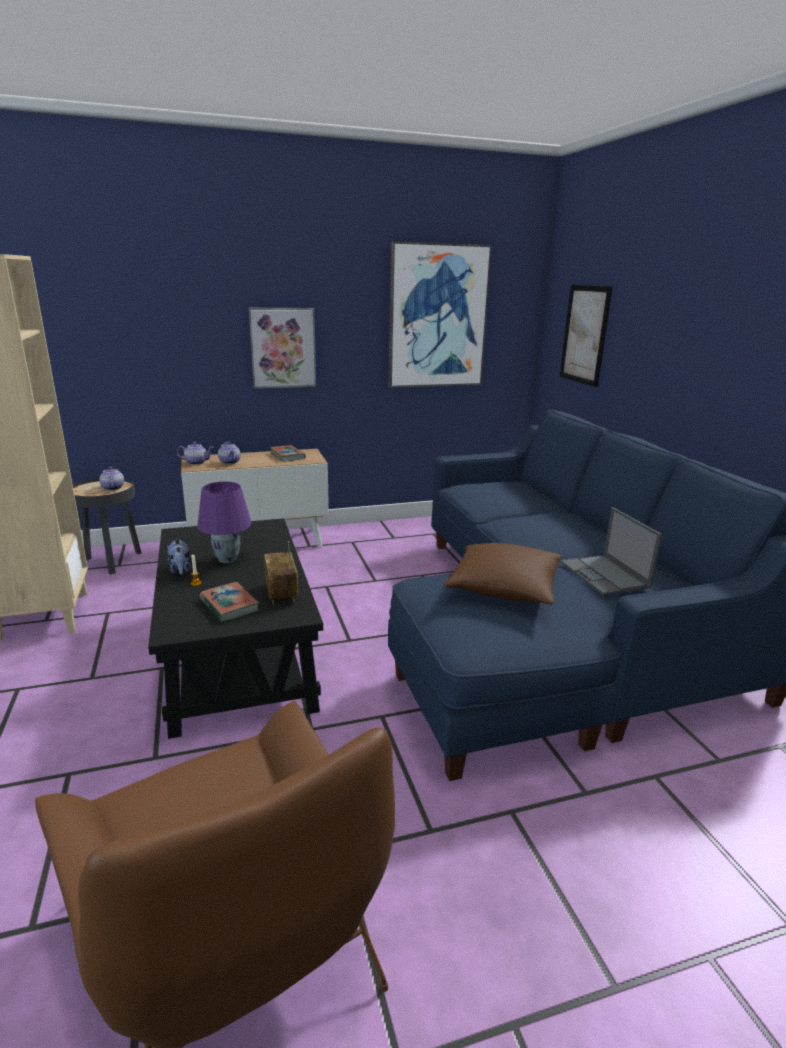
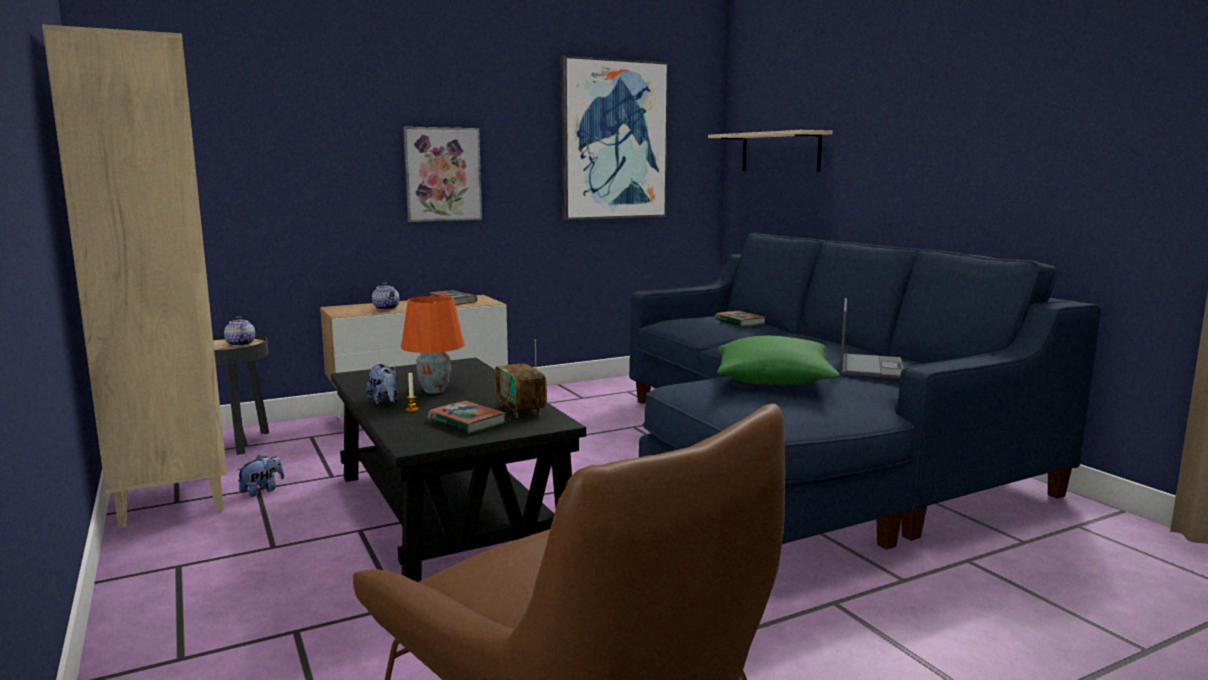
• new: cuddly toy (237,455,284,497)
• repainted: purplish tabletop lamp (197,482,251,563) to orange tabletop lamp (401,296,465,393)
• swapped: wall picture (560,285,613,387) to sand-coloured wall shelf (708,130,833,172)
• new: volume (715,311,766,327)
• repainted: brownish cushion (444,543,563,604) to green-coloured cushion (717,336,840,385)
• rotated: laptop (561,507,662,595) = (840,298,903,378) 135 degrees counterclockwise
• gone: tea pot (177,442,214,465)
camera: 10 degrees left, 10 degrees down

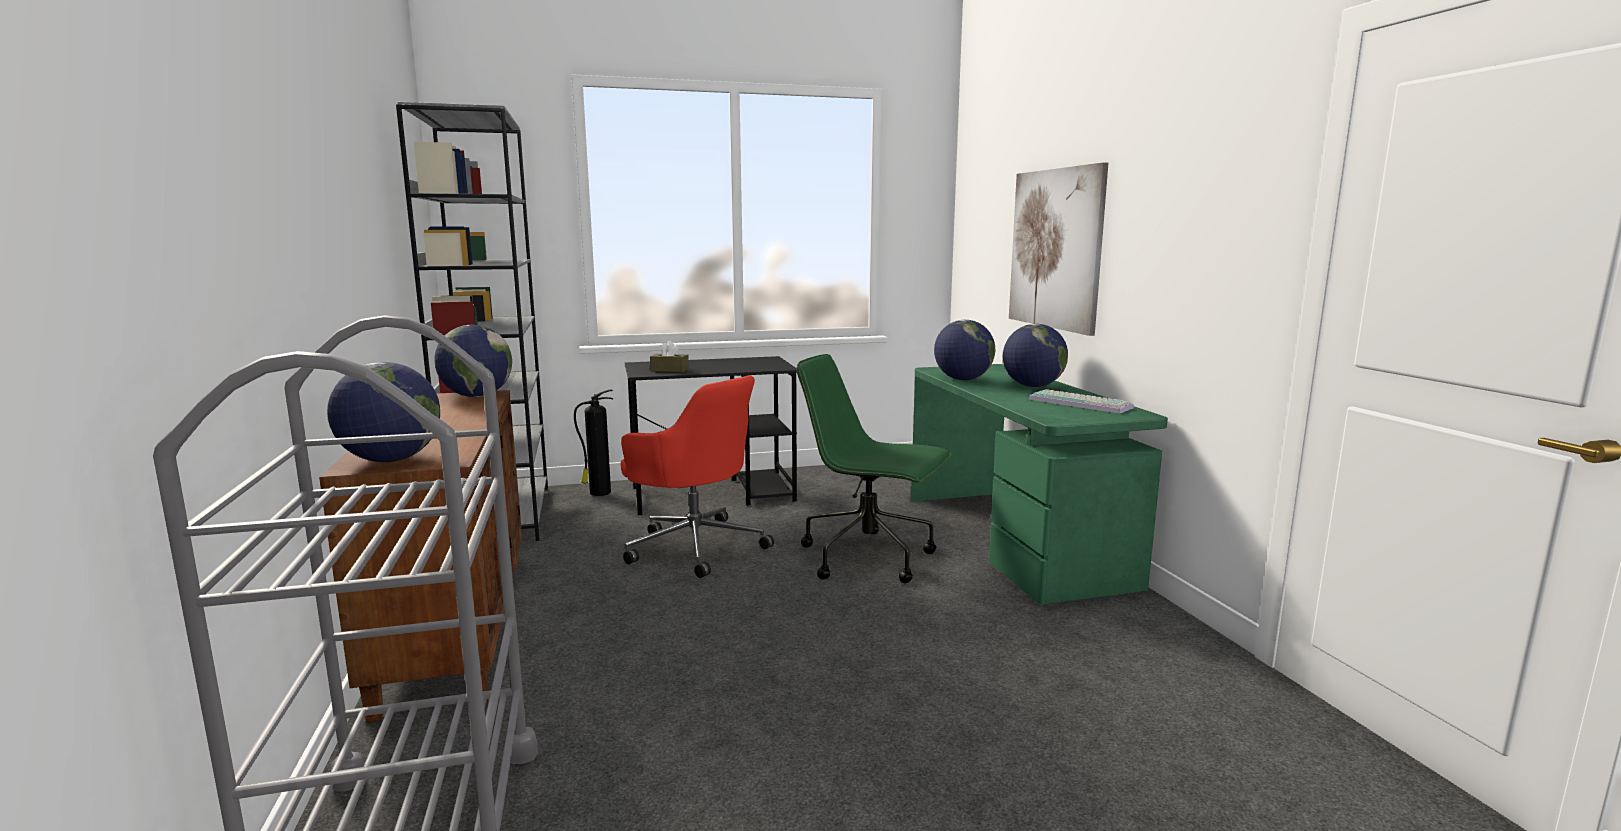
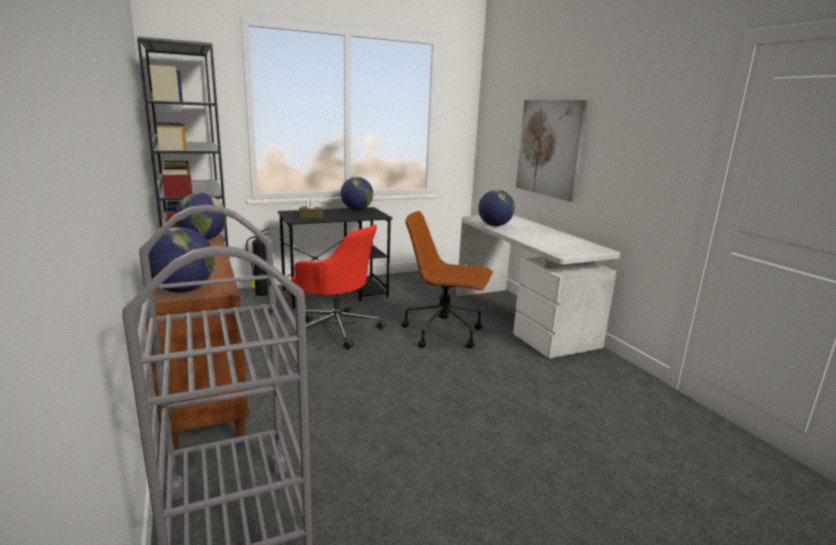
• shifted: desk globe (1003,324,1068,387) to (340,177,373,210)
• repainted: green-coloured office chair (796,354,952,583) to brownish office chair (401,211,493,348)
• repainted: green-coloured desk (911,364,1168,604) to white-coloured desk (456,215,620,359)
• gone: PC keyboard (1028,389,1134,414)
camera: 10 degrees left, 5 degrees up

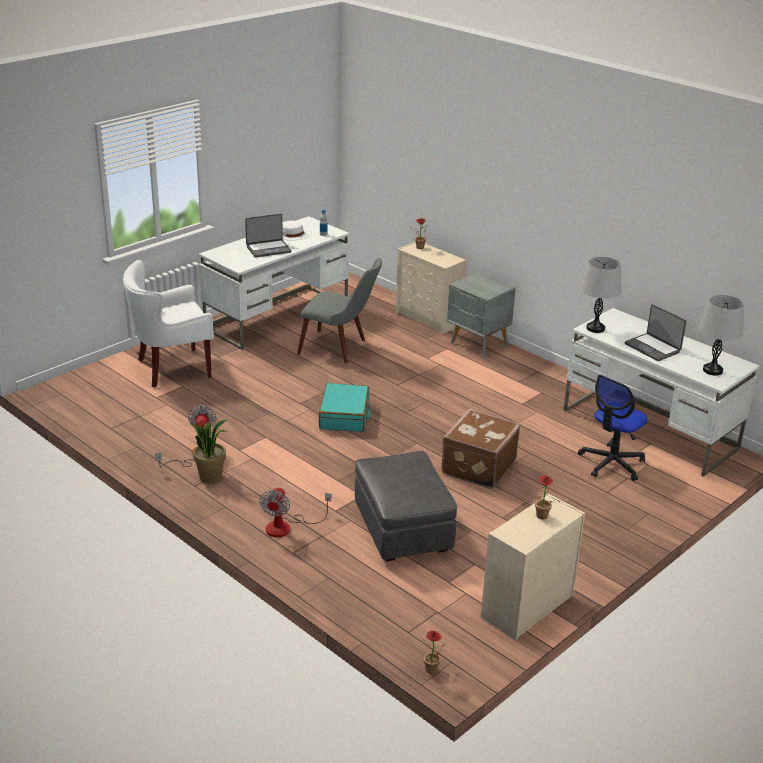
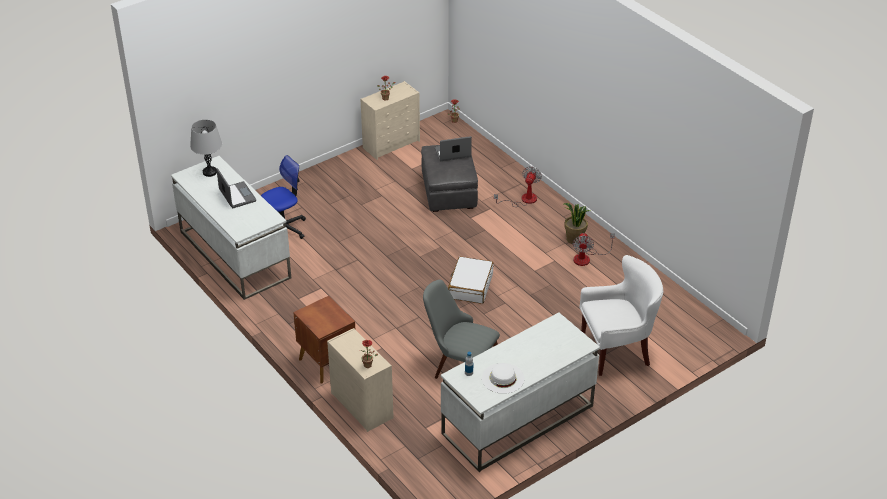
• repainted: grey bedside table (447,272,516,358) to brownish bedside table (293,296,355,383)
• shifted: laptop (245,214,291,258) to (435,136,472,161)
• repainted: blue-green piece of luggage (319,383,370,432) to white-coloured piece of luggage (448,257,494,304)
• gone: brownish piece of luggage (441,409,521,489)
• gone: grey tabletop lamp (581,257,622,333)
camera: 170 degrees left, 10 degrees up

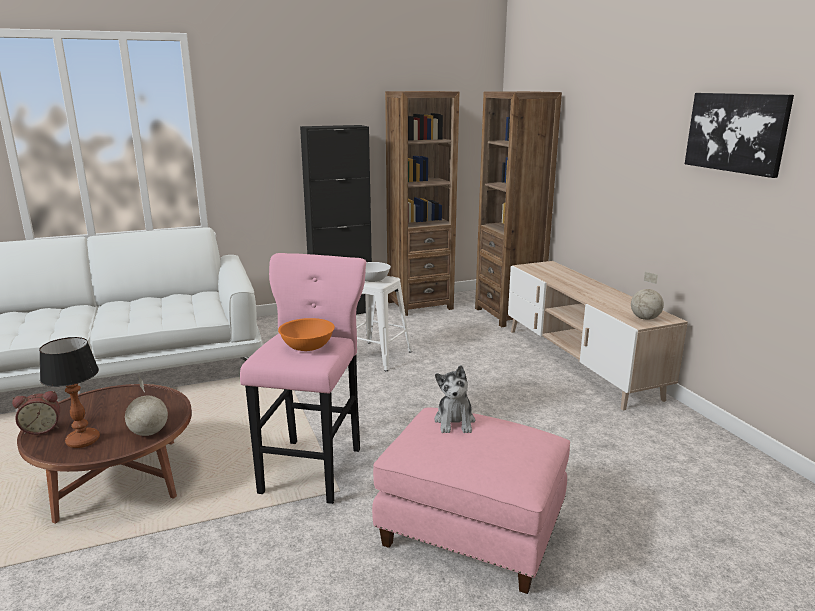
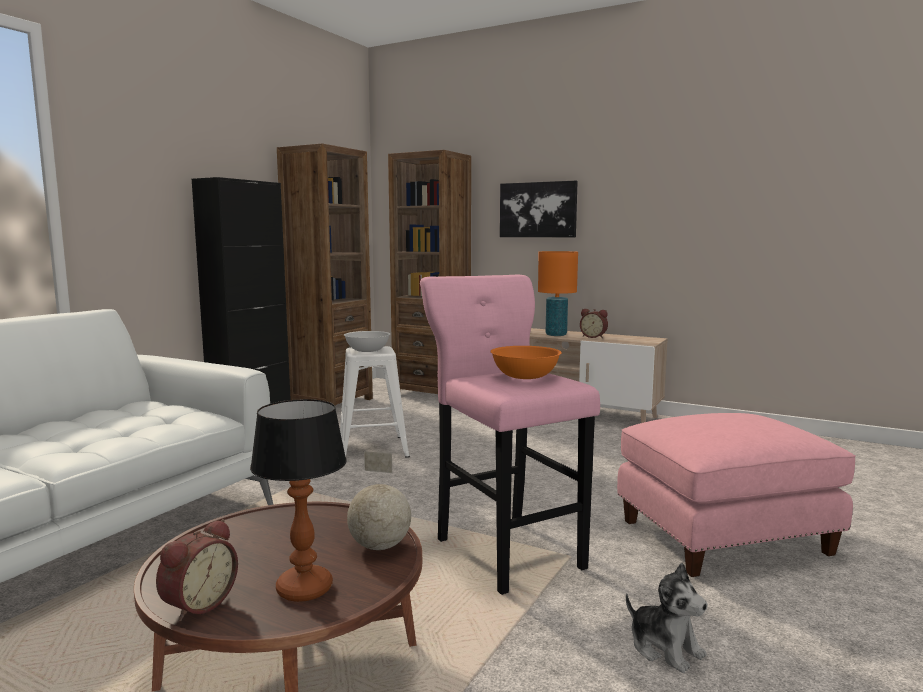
• shifted: wall picture (685,93,794,178) to (500,181,578,237)
• new: orange tabletop lamp (538,251,578,336)
• new: bedside clock (580,309,608,338)
• shifted: cuddly toy (434,365,475,433) to (626,563,708,673)
• gone: desk globe (631,272,664,320)
camera: 40 degrees left, 10 degrees down

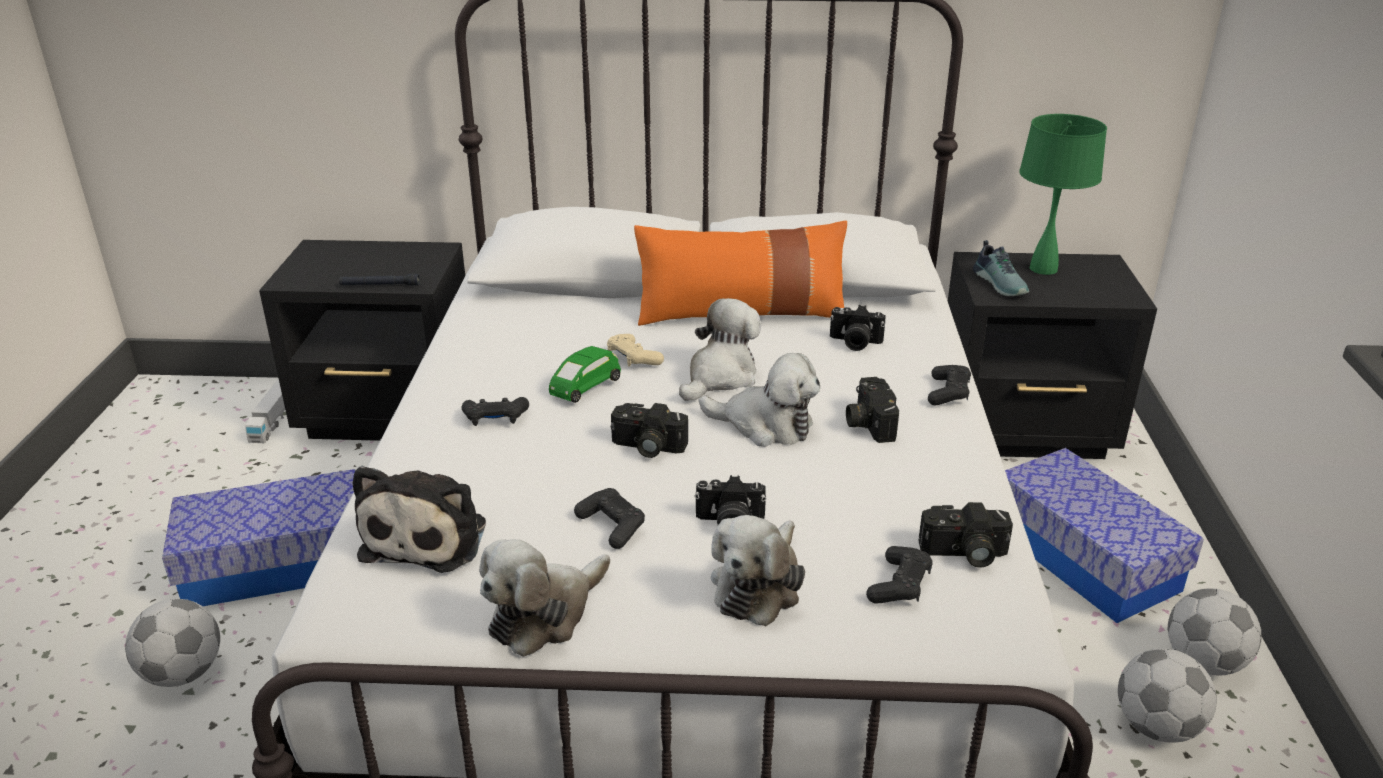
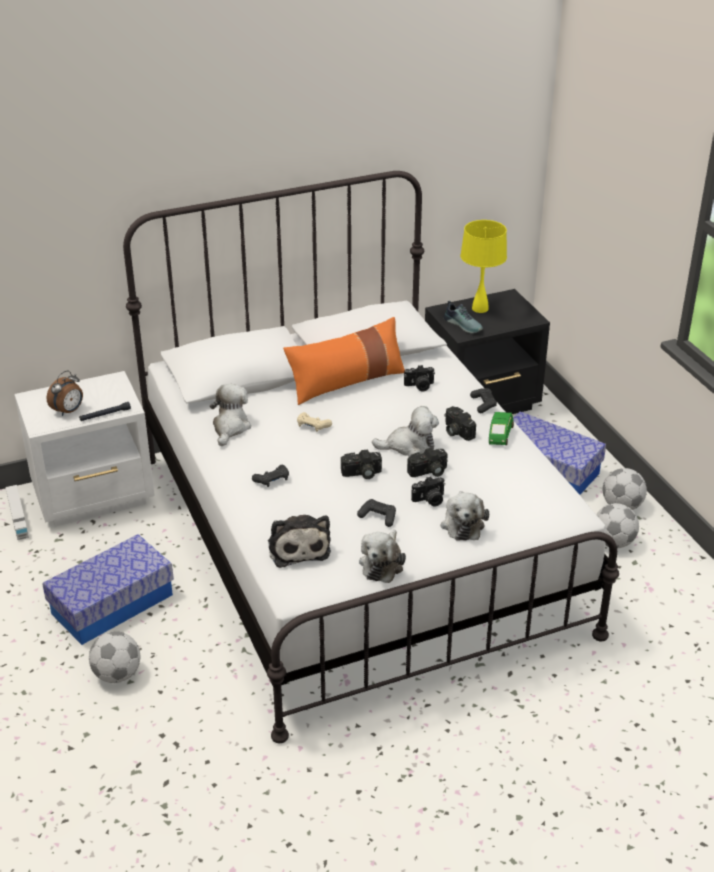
• repainted: black bedside table (259,240,465,441) to white-coloured bedside table (14,371,155,526)
• new: bedside clock (47,371,83,416)
• shifted: cuddly toy (679,298,761,401) to (210,384,251,446)
• shifted: still camera (918,502,1013,568) to (407,447,448,477)
• repainted: green-coloured tabletop lamp (1019,114,1107,275) to yellowish tabletop lamp (460,220,507,313)
• shifted: green-coloured model car (549,346,621,403) to (489,412,514,445)
• gone: black game controller (866,546,933,604)
camera: 25 degrees left, 5 degrees up

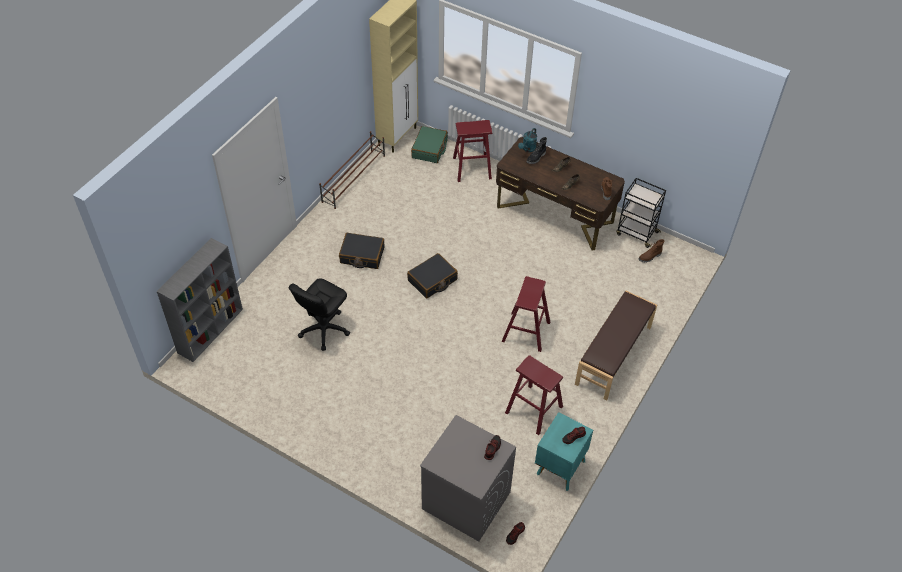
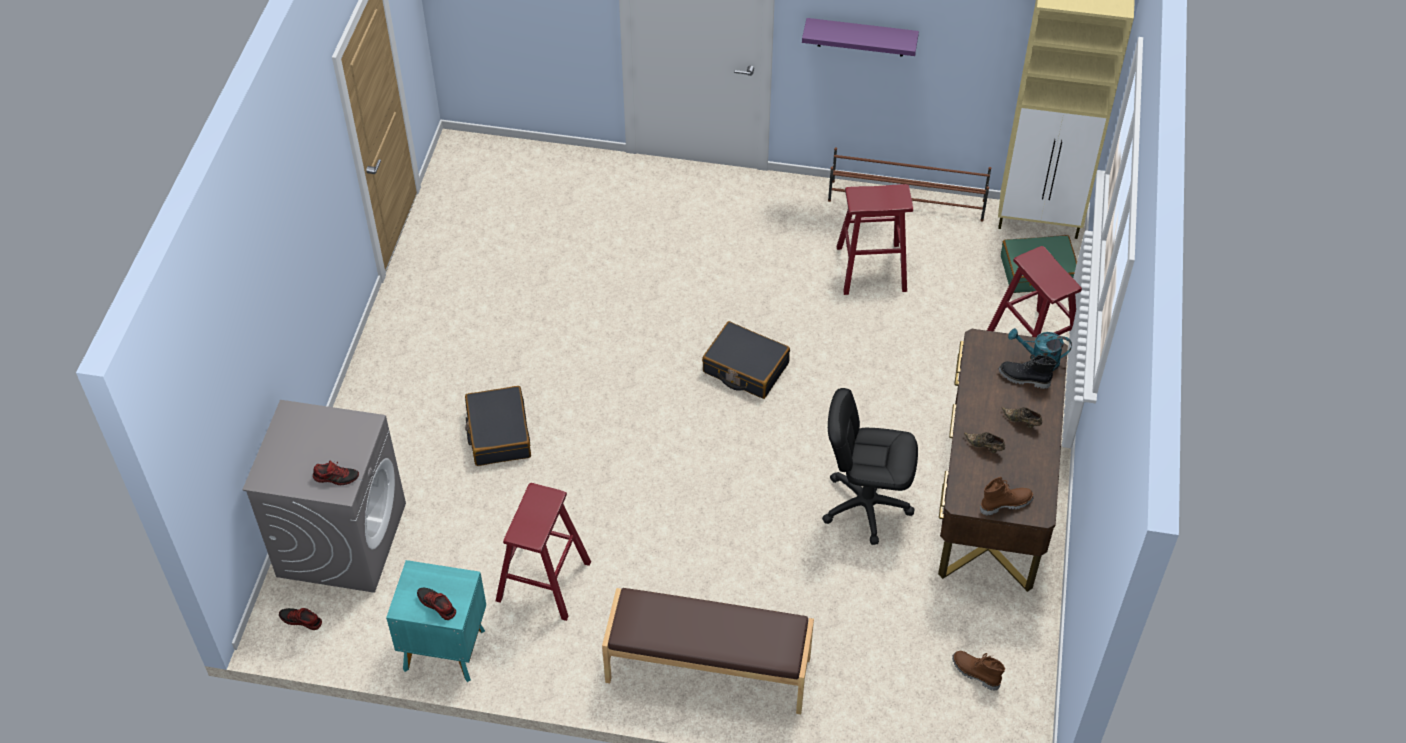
• shifted: black piece of luggage (339,233,385,269) to (465,386,531,466)
• new: purplish wall shelf (802,18,919,57)
• shifted: black office chair (289,278,350,351) to (822,388,918,545)
• shifted: red-coloured stool (502,276,550,352) to (837,184,913,295)
• gone: grey shelving unit (157,238,243,362)
• gone: black trolley (616,178,666,248)
camera: 70 degrees right, 0 degrees up

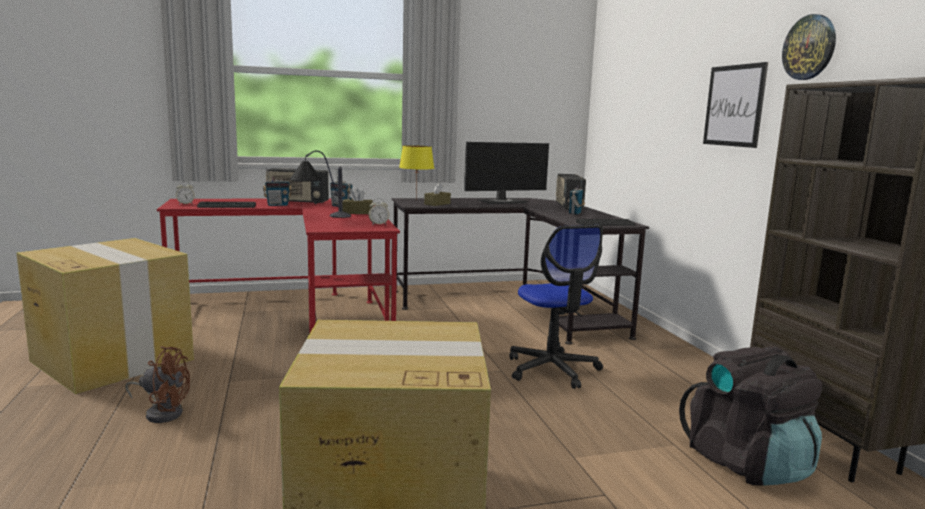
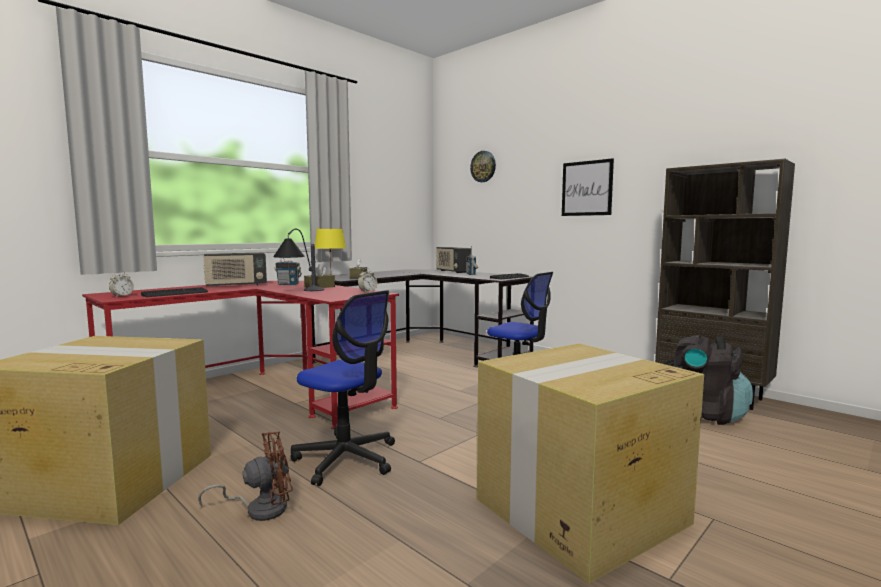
• new: office chair (290,290,395,486)
• shifted: wall clock (782,14,836,80) to (470,151,496,182)
• gone: radio (263,168,292,206)
• gone: monitor (464,142,549,204)
camera: 30 degrees left, 5 degrees down

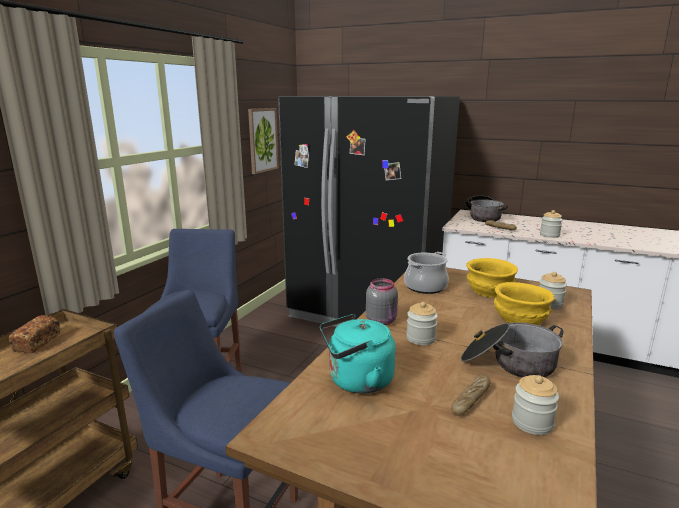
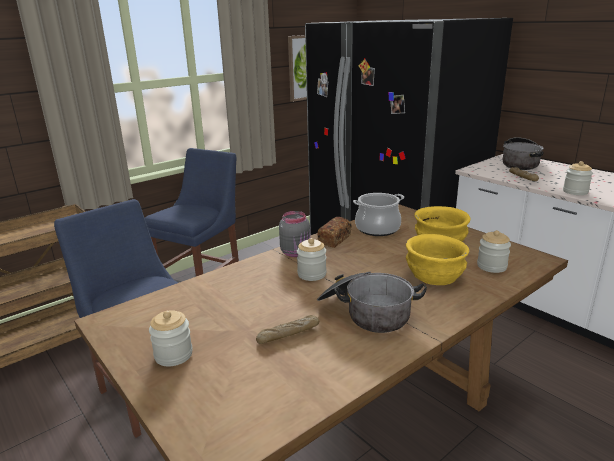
• shifted: preserve jar (512,375,559,435) to (149,310,193,366)
• shifted: bakery bread (9,315,60,353) to (317,217,352,248)
• gone: blue-green tea kettle (320,314,396,394)
camera: 25 degrees right, 5 degrees up

